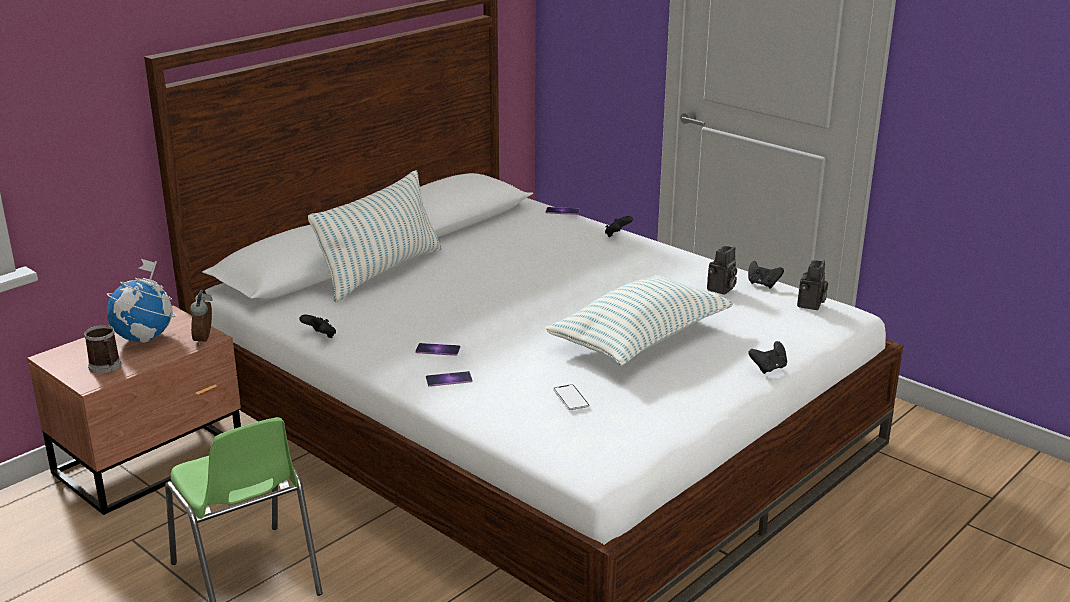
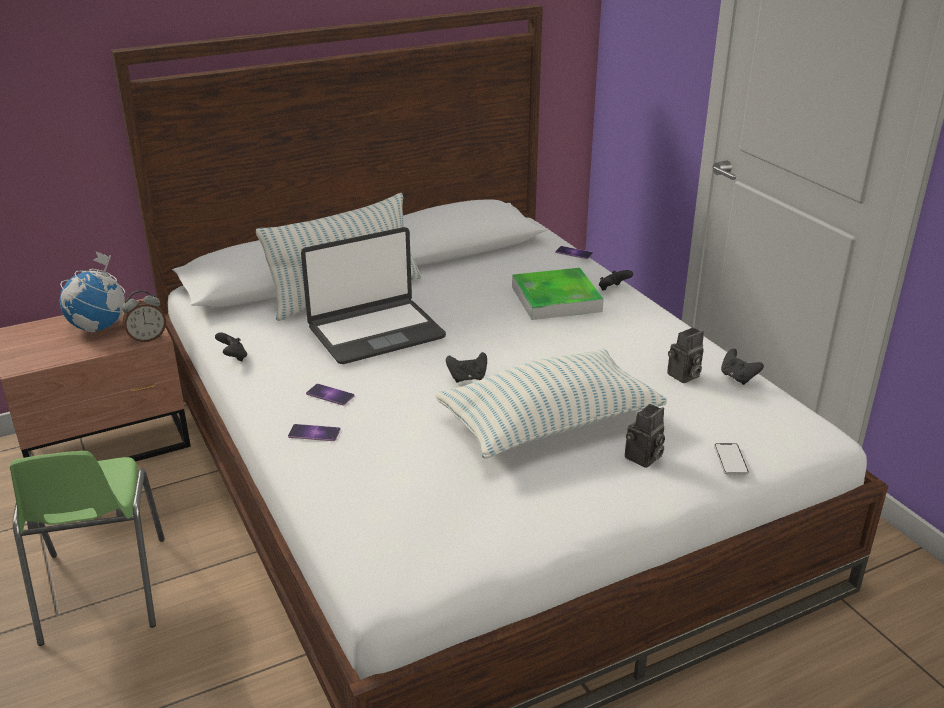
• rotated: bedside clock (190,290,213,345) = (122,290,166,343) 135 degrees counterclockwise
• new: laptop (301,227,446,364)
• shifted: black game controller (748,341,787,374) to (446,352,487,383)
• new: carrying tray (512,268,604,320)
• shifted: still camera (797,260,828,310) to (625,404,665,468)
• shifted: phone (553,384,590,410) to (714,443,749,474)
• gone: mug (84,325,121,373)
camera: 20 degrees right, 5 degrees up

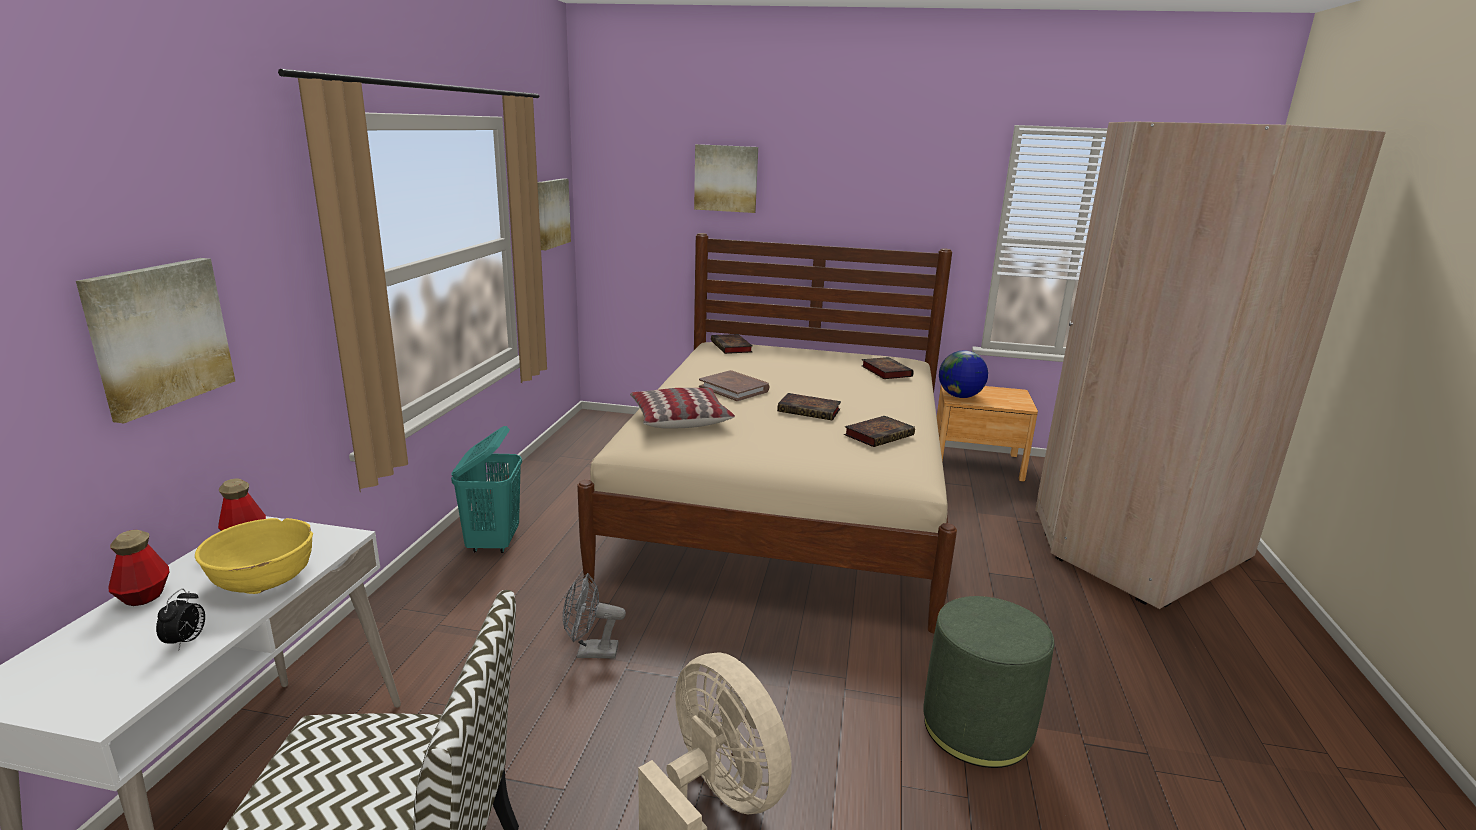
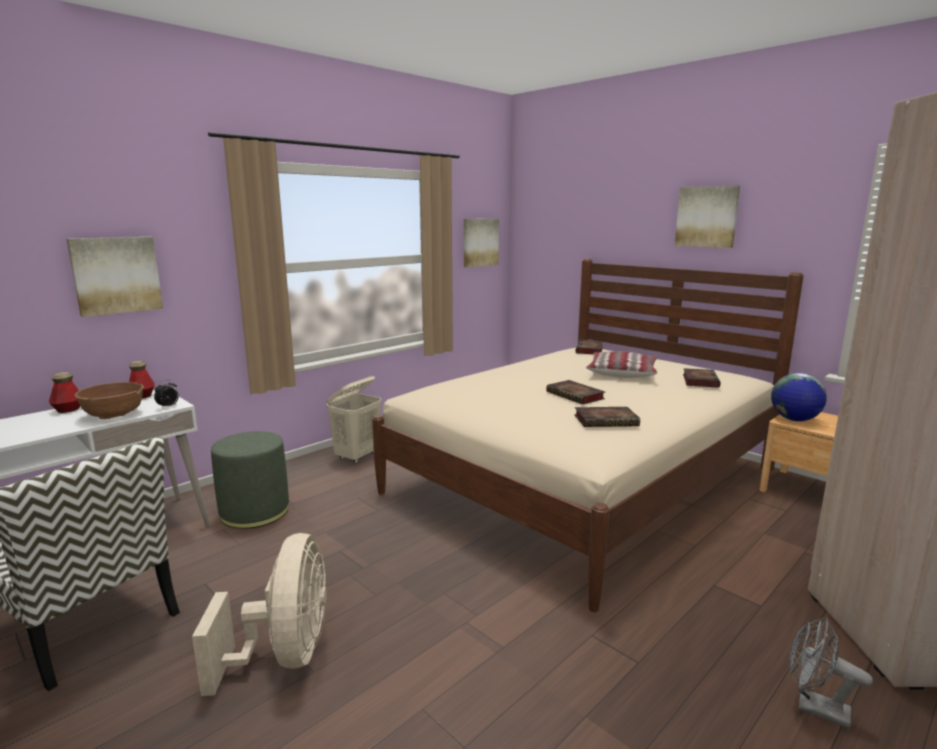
• repainted: yellowish serving bowl (195,518,313,594) to brownish serving bowl (75,382,144,419)
• shifted: bedside clock (156,589,205,651) to (154,380,179,409)
• shifted: green-coloured pouffe (923,596,1054,768) to (211,431,289,529)
• repainted: blue-green hamper (451,426,522,553) to sand-coloured hamper (327,376,382,464)
• shifted: cushion (630,388,735,429) to (586,351,657,378)
• shifted: wall picture (694,144,758,213) to (675,185,740,248)
• shifted: grey fan (563,573,626,658) to (789,617,873,729)
• gone: brownish volume (699,370,769,401)
camera: 35 degrees right, 5 degrees down

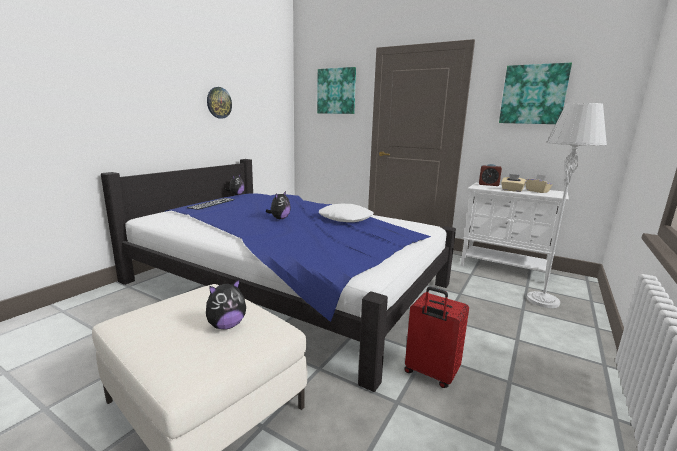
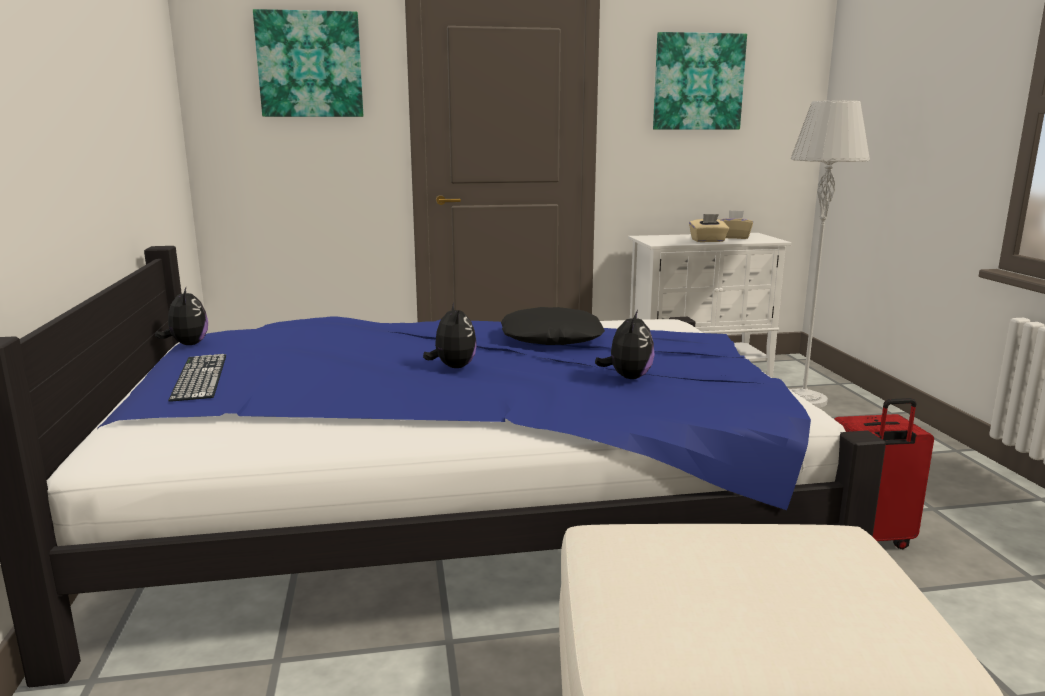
• repainted: white-coloured cushion (319,204,374,222) to black cushion (501,307,605,345)
• shifted: cuddly toy (206,279,246,330) to (595,310,655,379)
• gone: wall clock (207,87,232,119)
• gone: bedside clock (479,164,502,186)
camera: 40 degrees left, 0 degrees up

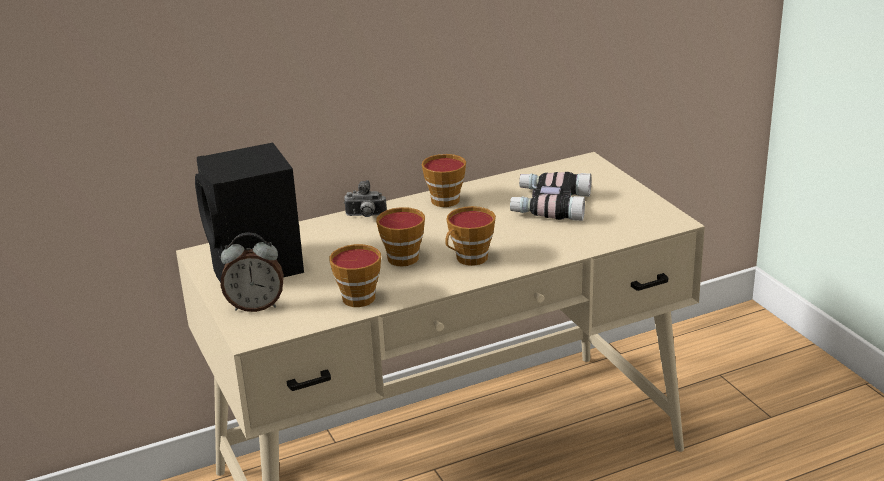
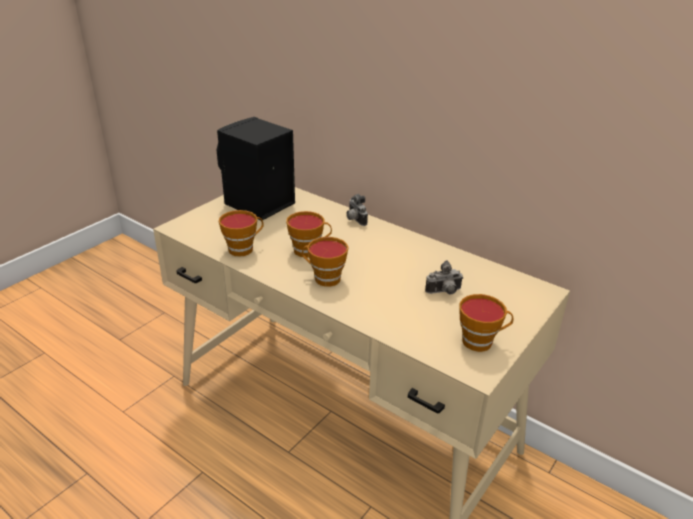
• swapped: binoculars (510,172,591,221) to still camera (425,260,463,294)
• shifted: small cup (422,154,466,207) to (459,294,513,352)
• gone: bedside clock (221,233,284,312)
camera: 60 degrees right, 5 degrees up

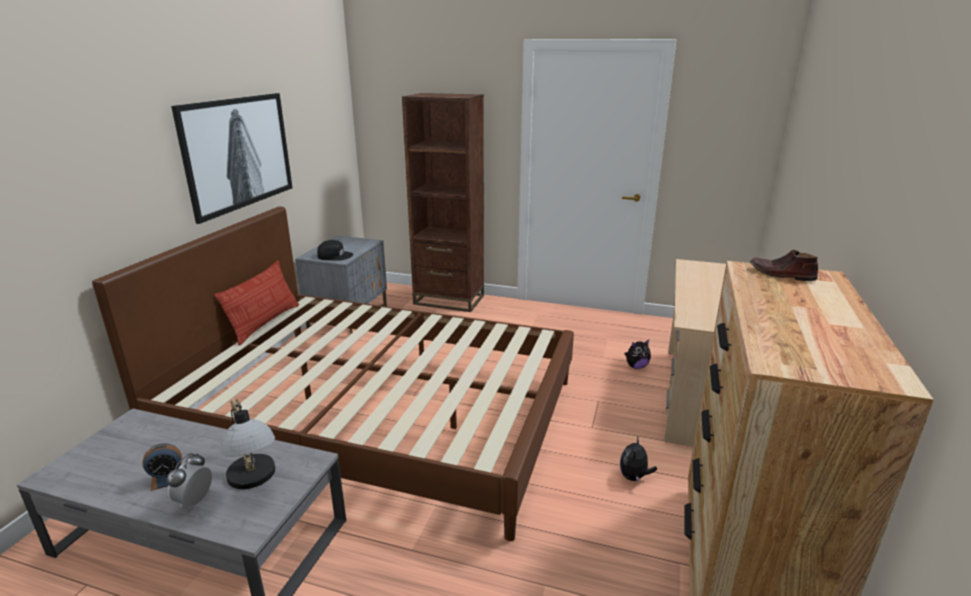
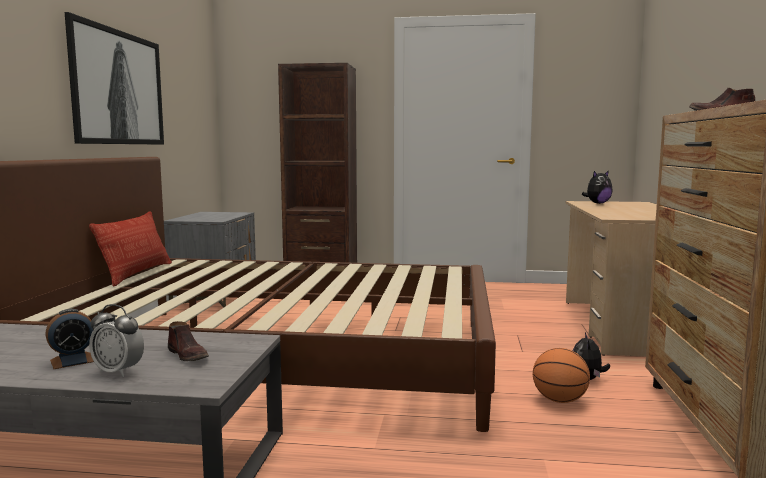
• rotated: bedside clock (167,453,212,508) = (89,304,144,377) 75 degrees counterclockwise
• swapped: tabletop lamp (221,399,275,489) to brownish low shoe (168,321,209,361)
• new: ball for basketball (533,348,590,403)
• shifted: cuddly toy (624,340,651,369) to (582,170,613,204)
• gone: black baseball cap (317,240,353,261)
camera: 10 degrees left, 15 degrees down

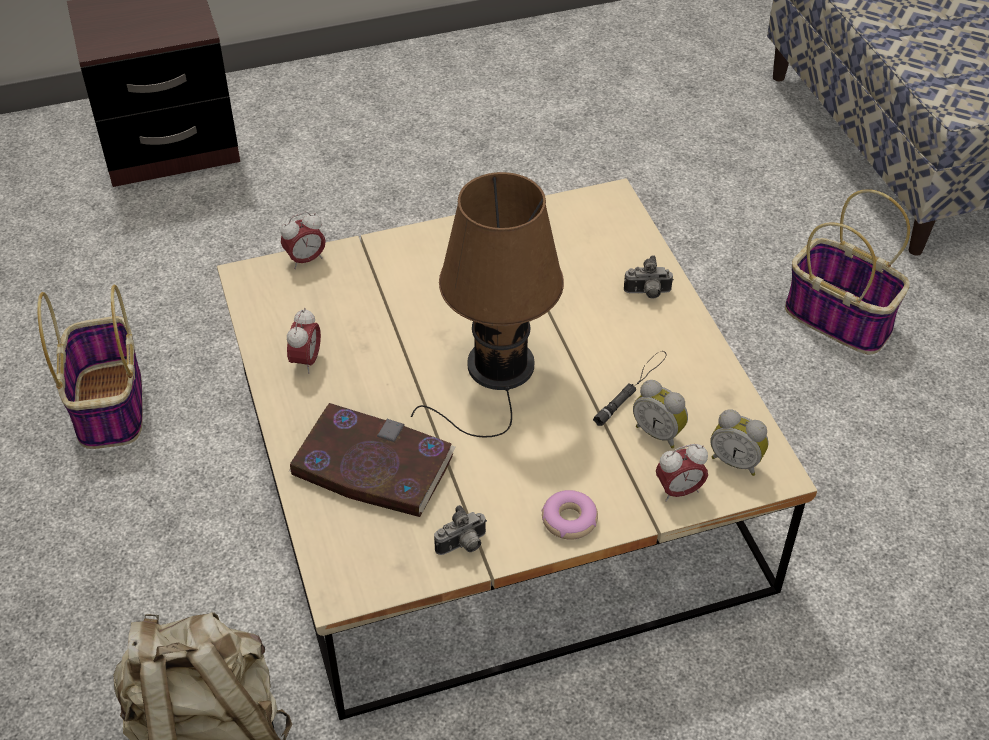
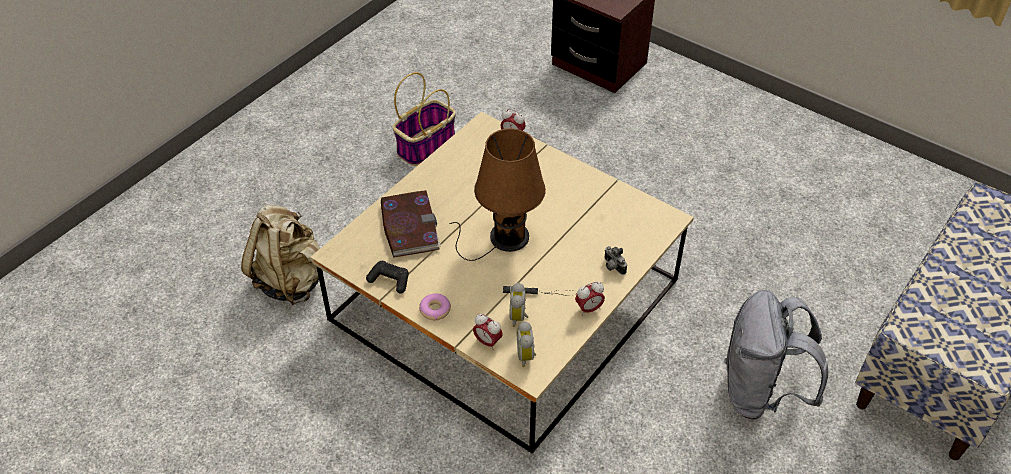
• swapped: still camera (434,505,487,555) to black game controller (366,261,409,294)
• shifted: bedside clock (287,308,321,374) to (575,282,605,316)
• swapped: storage basket (785,189,910,355) to grey knapsack (724,290,828,420)
camera: 55 degrees right, 0 degrees up

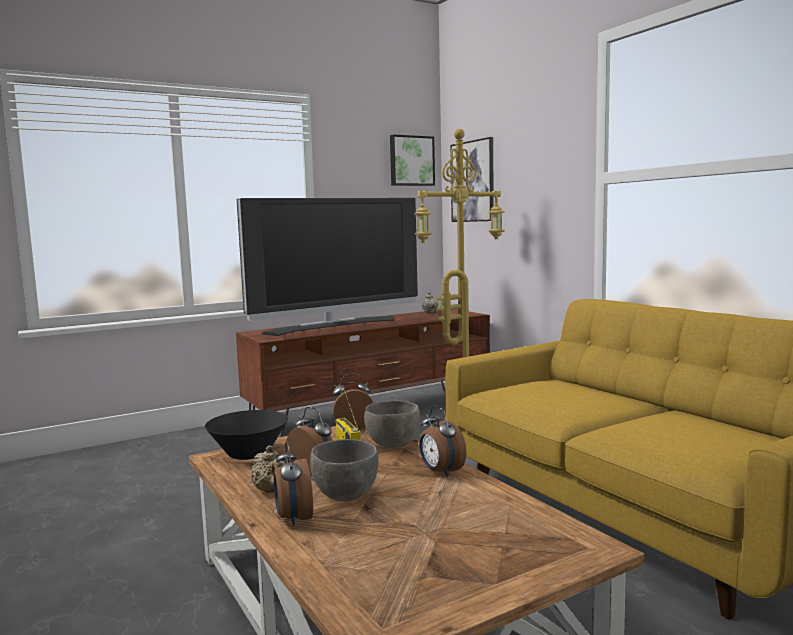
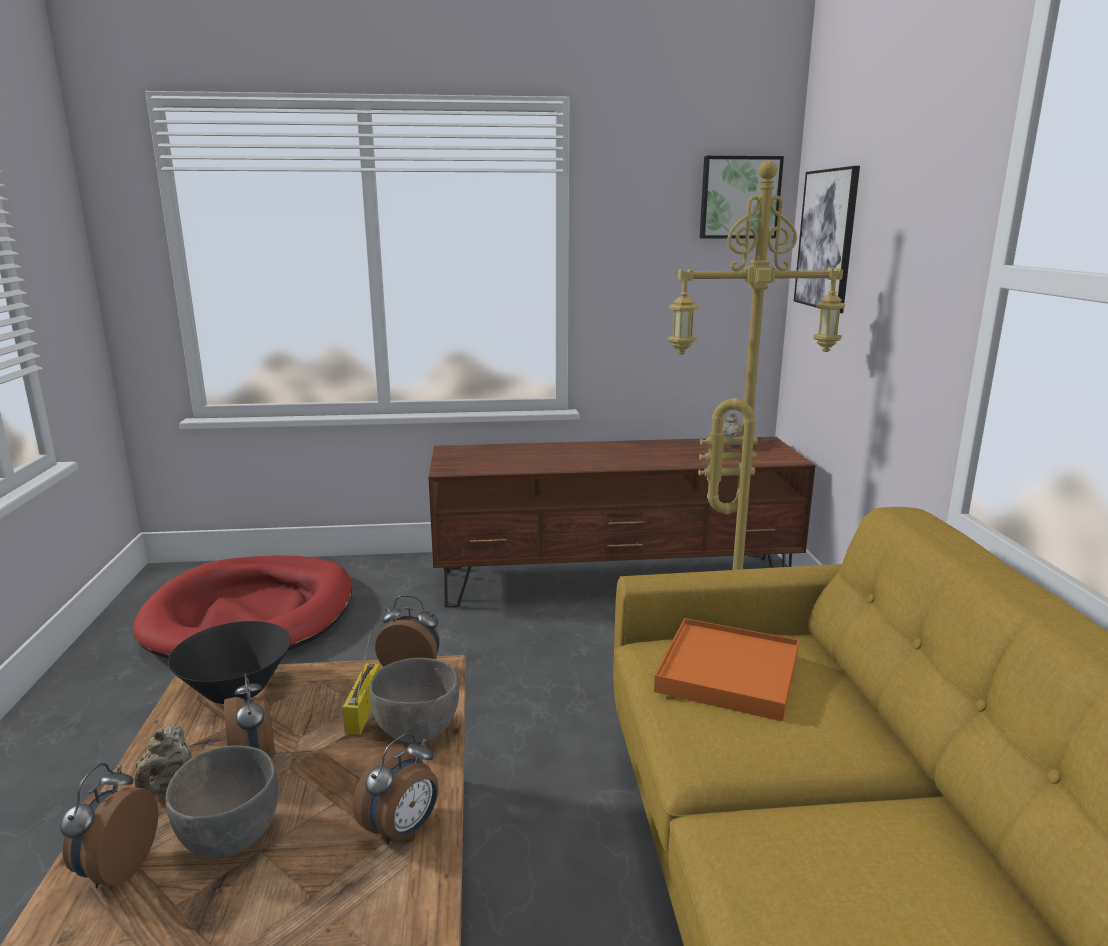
• new: red-coloured pet bed (133,555,352,659)
• rotated: bedside clock (419,406,467,477) = (353,733,439,846) 135 degrees counterclockwise
• new: orange carrying tray (654,618,799,721)
• gone: TV (237,198,418,336)
camera: 25 degrees right, 10 degrees up

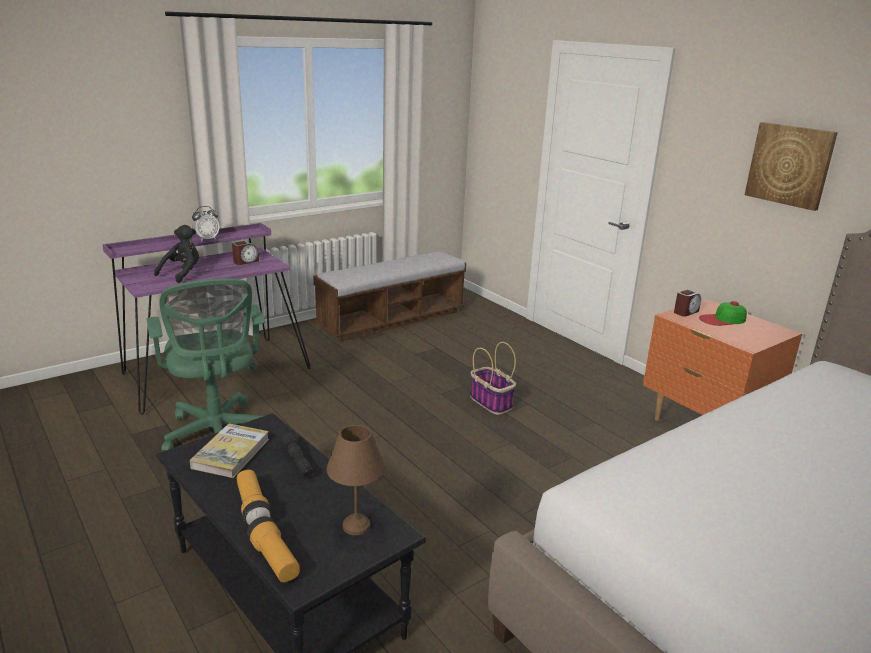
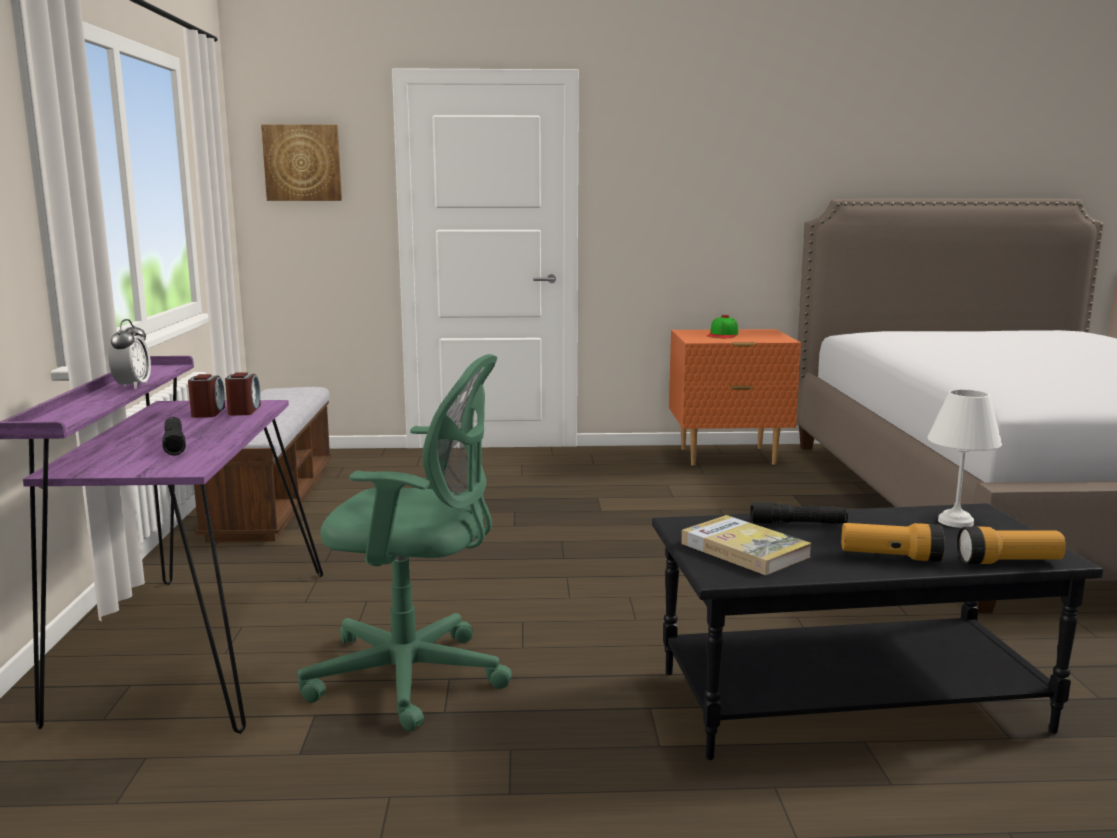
• swapped: black cuddly toy (154,225,199,283) to black flashlight (162,417,186,456)
• shifted: bedside clock (674,290,701,317) to (225,372,261,416)
• shifted: wall picture (745,122,838,211) to (261,124,342,201)
• repainted: brownish tabletop lamp (326,425,385,535) to white-coloured tabletop lamp (928,389,1002,528)
• gone: storage basket (470,342,516,415)
camera: 55 degrees left, 10 degrees down

